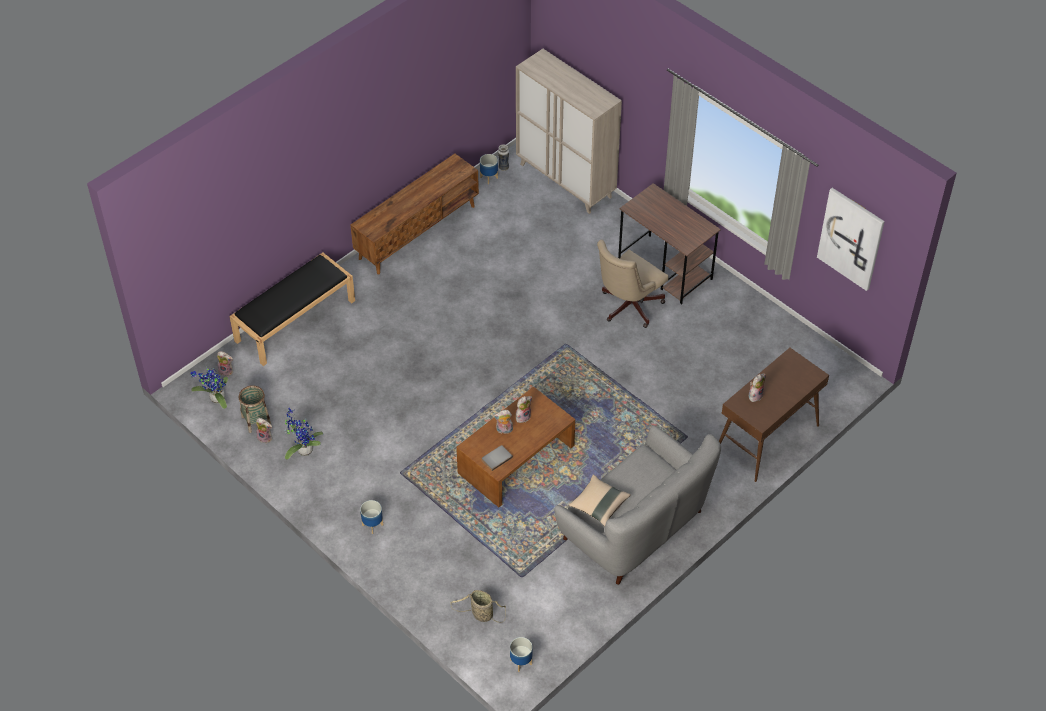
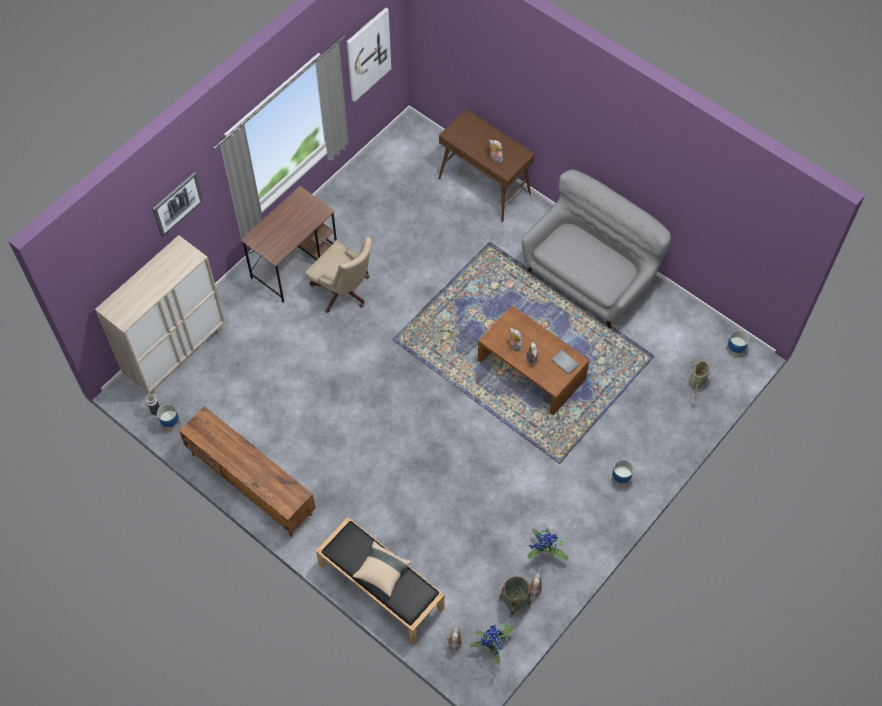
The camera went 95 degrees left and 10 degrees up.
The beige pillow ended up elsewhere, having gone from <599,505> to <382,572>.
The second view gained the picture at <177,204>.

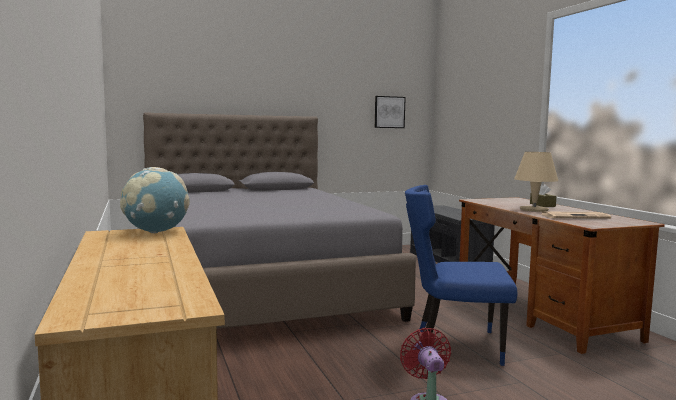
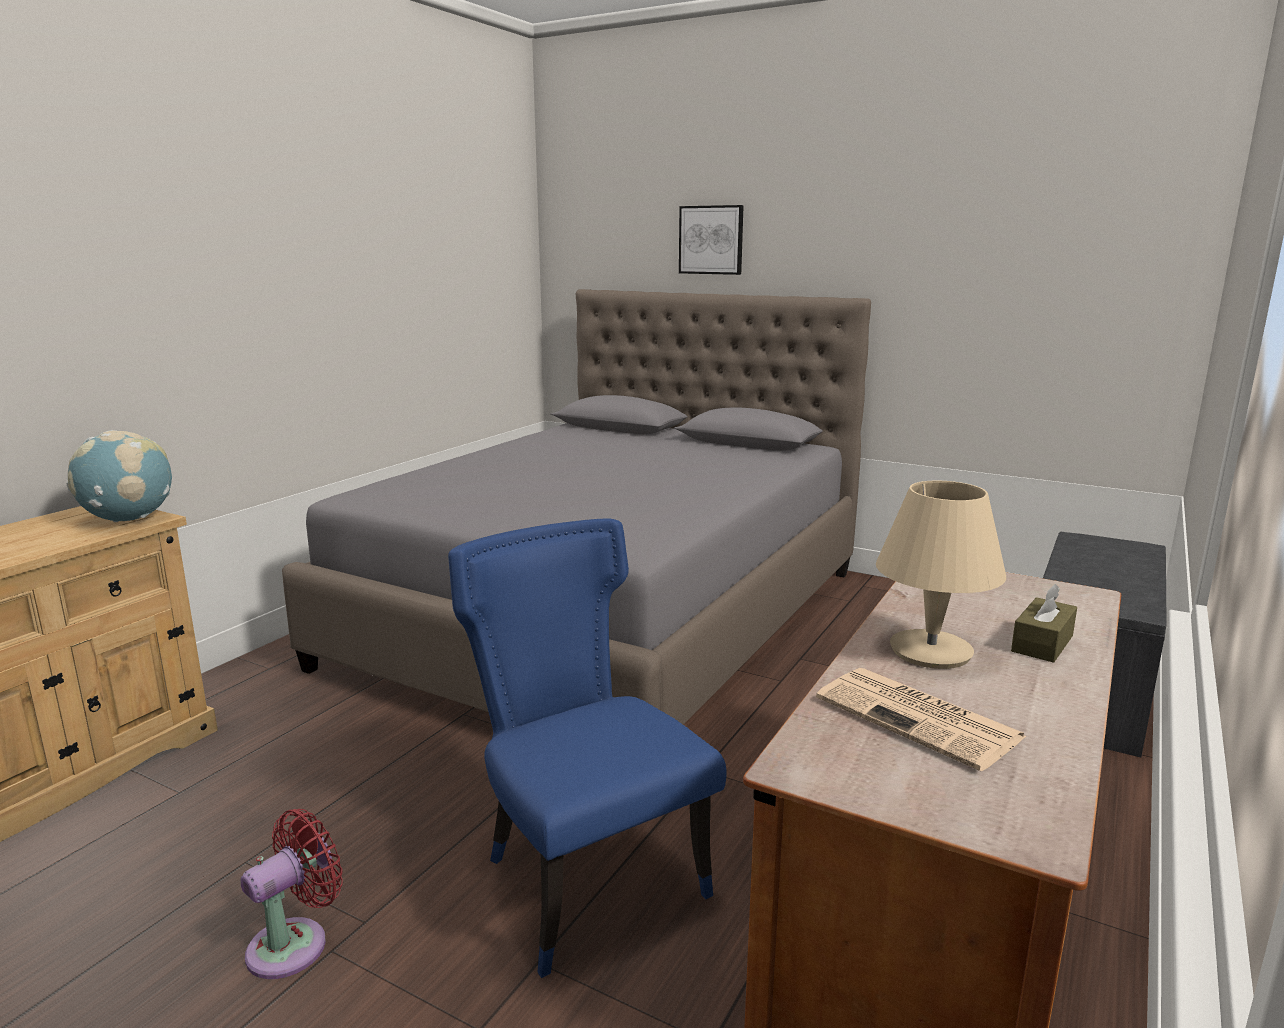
The camera went 50 degrees right and 10 degrees up.
The picture ended up elsewhere, having gone from <389,112> to <711,240>.

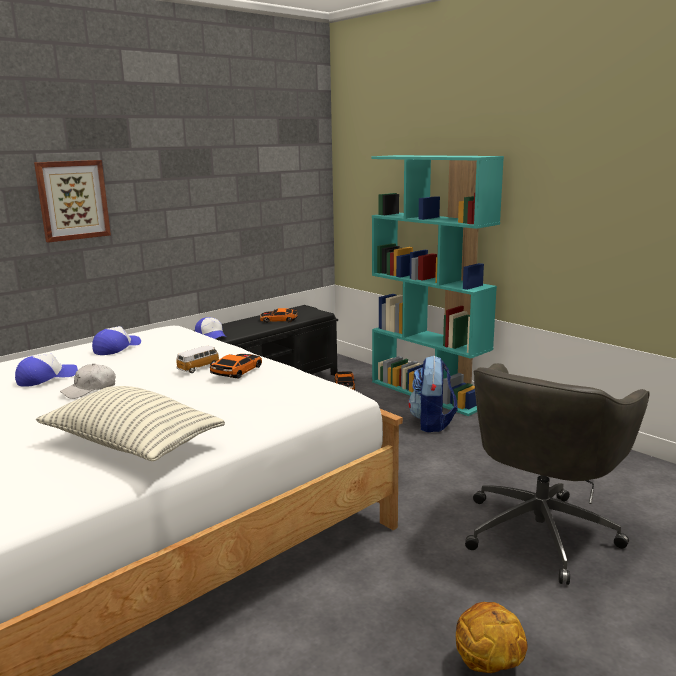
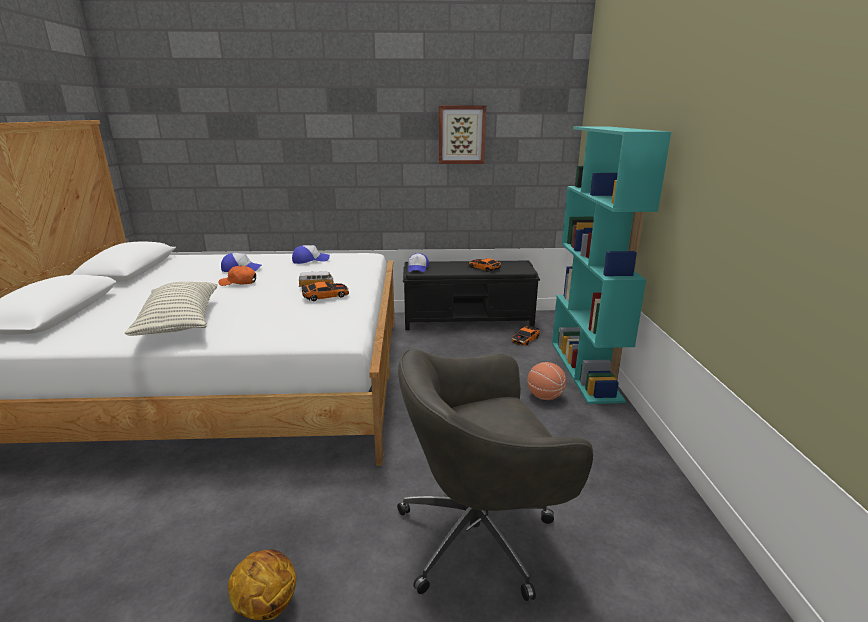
The camera went 40 degrees right and 5 degrees up.
The picture ended up elsewhere, having gone from <72,200> to <461,135>.
What was the white cap at <89,389> turned into the orange cap at <238,282>.
Where the backpack stood at <432,423>, the basketball came to stand at <545,396>.

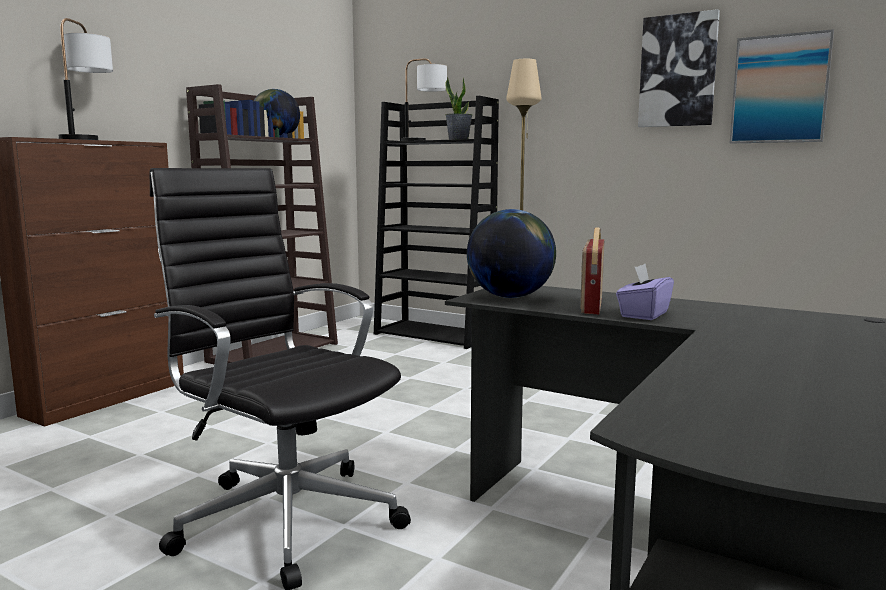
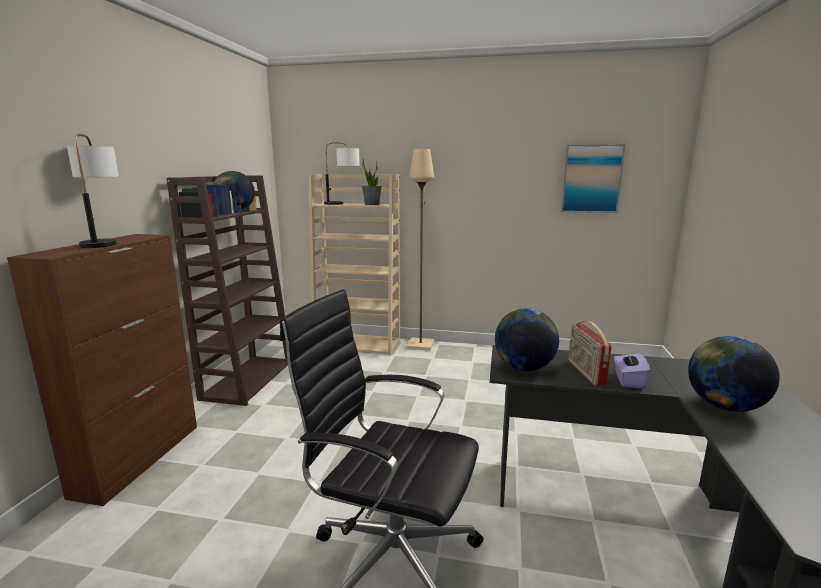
The camera went 20 degrees left and 5 degrees up.
What was the black bookcase at <435,335> turned into the beige bookcase at <358,344>.
The second view lost the picture at <678,71>.
The second view gained the globe at <724,406>.

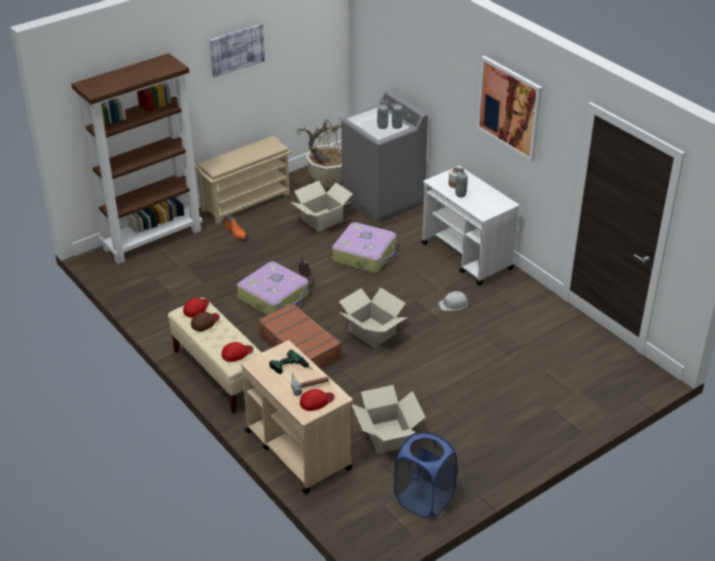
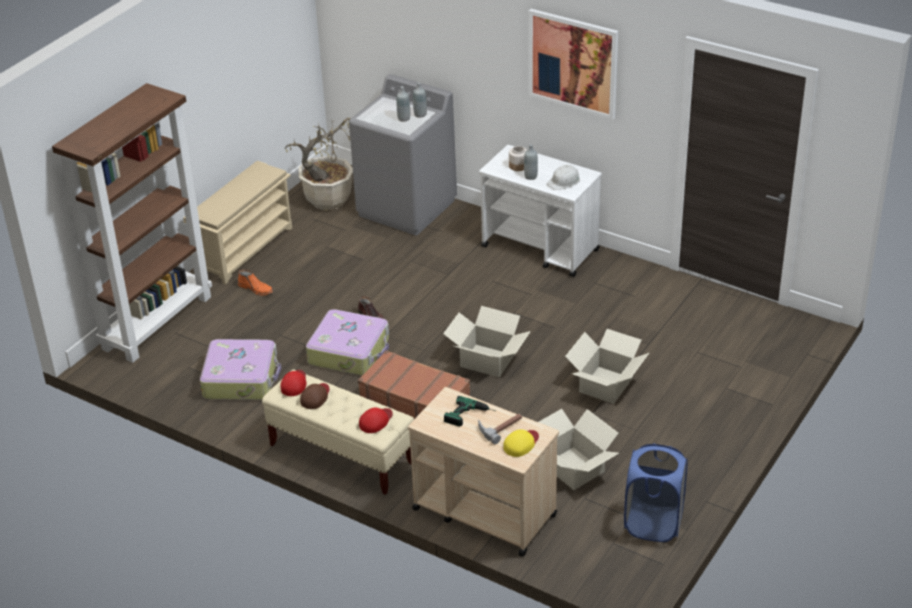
The camera went 20 degrees left and 0 degrees up.
The second view lost the picture at <237,50>.
The cardboard box ended up elsewhere, having gone from <322,220> to <606,385>.
What was the red cap at <316,401> turned into the yellow cap at <521,444>.
The suitcase ended up elsewhere, having gone from <365,255> to <241,378>.
The white hard hat ended up elsewhere, having gone from <454,304> to <564,181>.

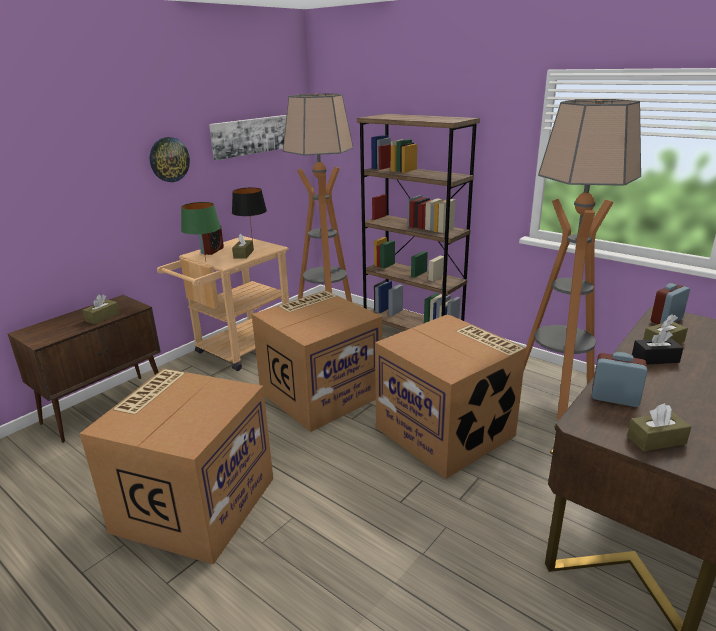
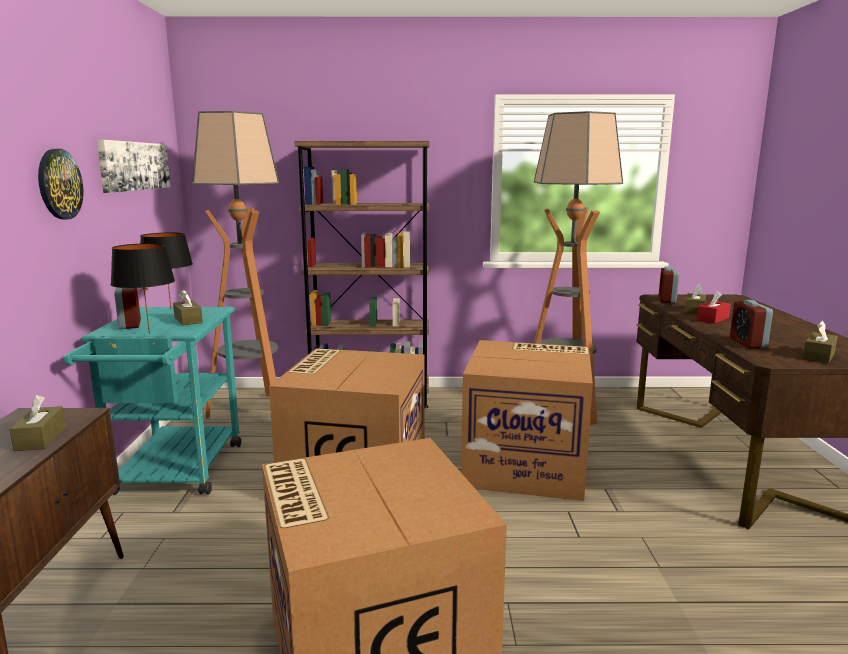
The camera went 40 degrees left and 10 degrees down.
What was the beige cart at <238,351> turned into the turquoise cart at <174,474>.
What was the green table lamp at <205,262> turned into the black table lamp at <149,334>.
The alarm clock at <614,398> ended up facing another way, 75 degrees counterclockwise from before.
What was the black tissue box at <655,358> turned into the red tissue box at <712,319>.

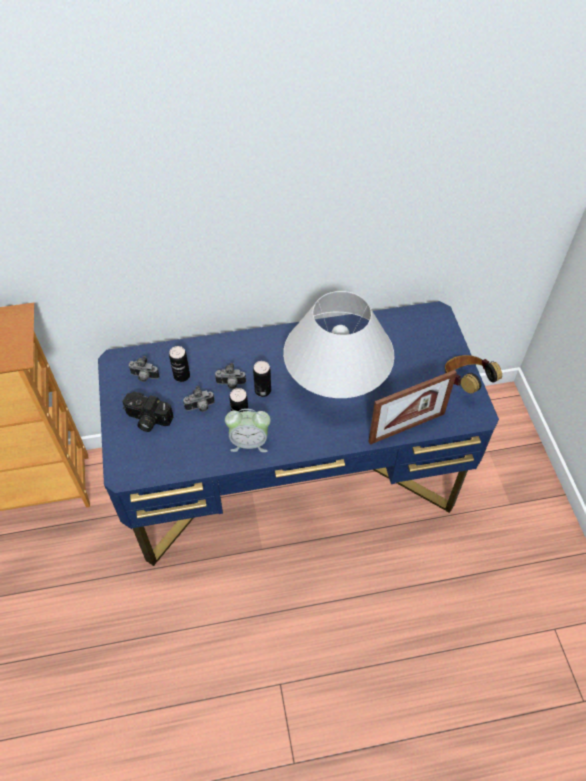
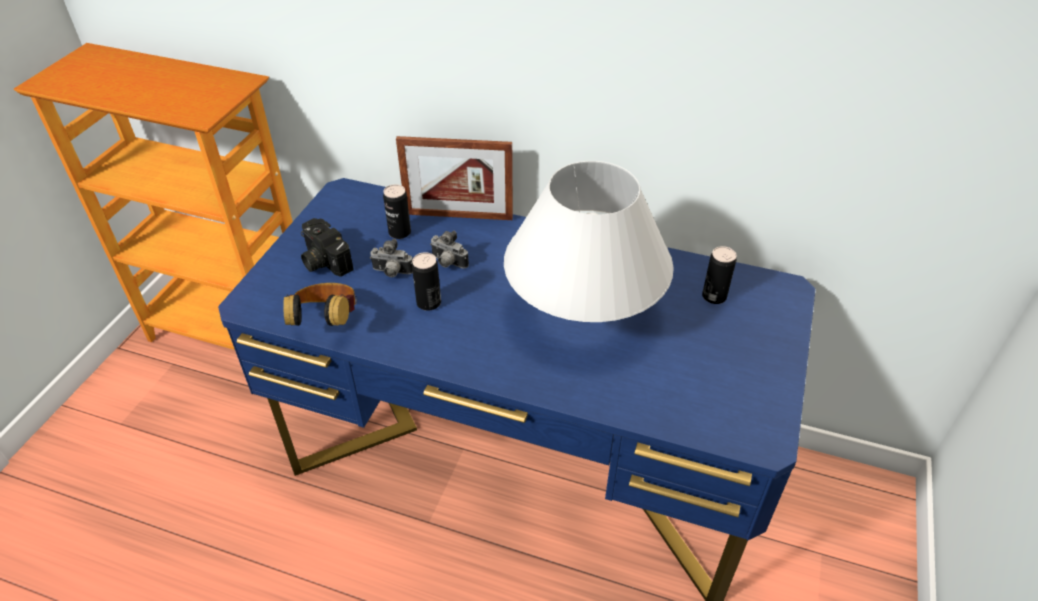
The camera went 30 degrees right and 10 degrees down.
The second view lost the photo camera at <144,377>.
The second view lost the alarm clock at <249,442>.
The can ended up elsewhere, having gone from <262,390> to <714,296>.
The picture frame ended up elsewhere, having gone from <406,427> to <458,216>.
The headphones ended up elsewhere, having gone from <466,382> to <326,322>.

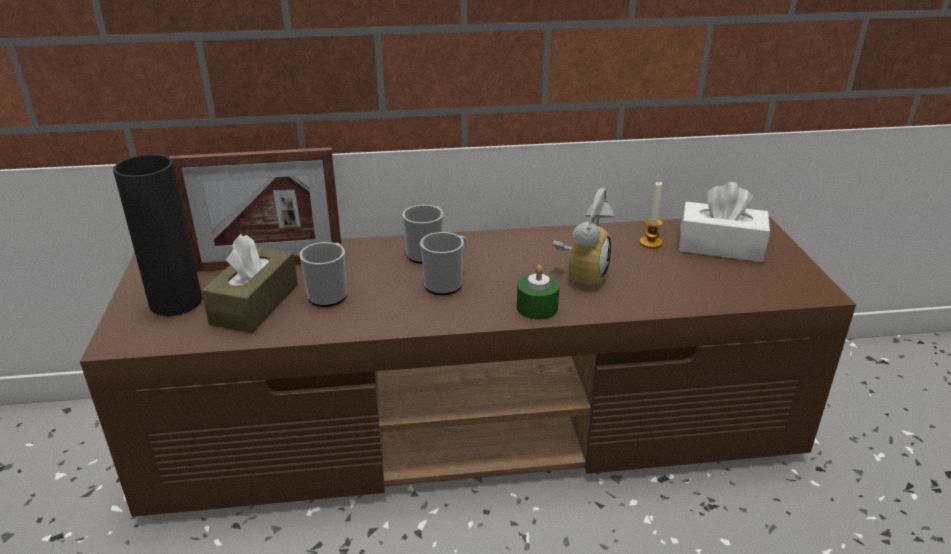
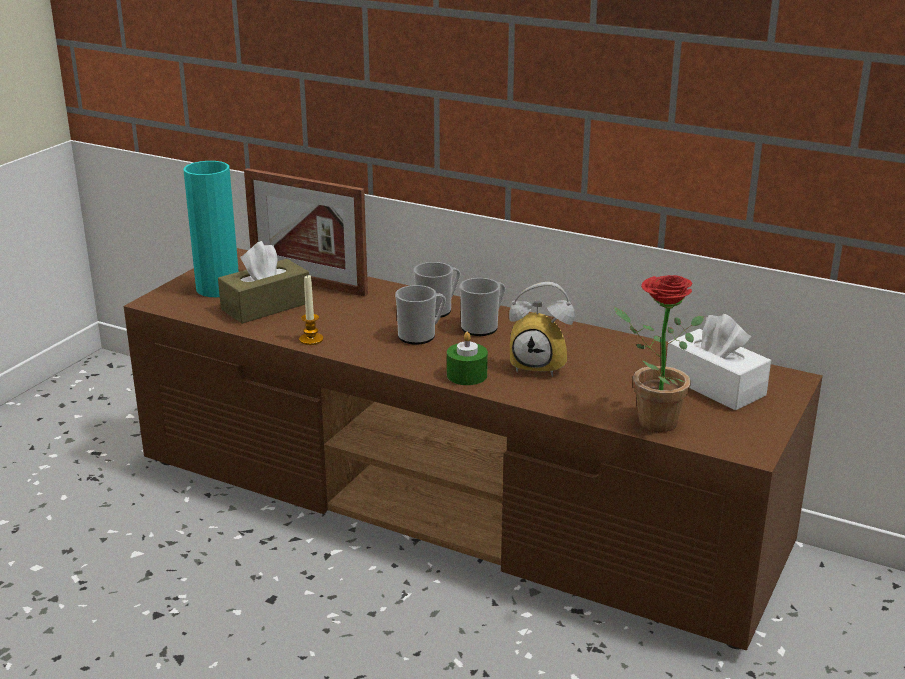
The camera went 35 degrees right and 5 degrees down.
What was the black vase at <176,302> turned into the turquoise vase at <218,288>.
The mug ended up elsewhere, having gone from <330,294> to <483,327>.
The alarm clock at <580,275> ended up facing another way, 45 degrees clockwise from before.
The candle ended up elsewhere, having gone from <650,243> to <311,339>.
The second view gained the potted plant at <649,420>.

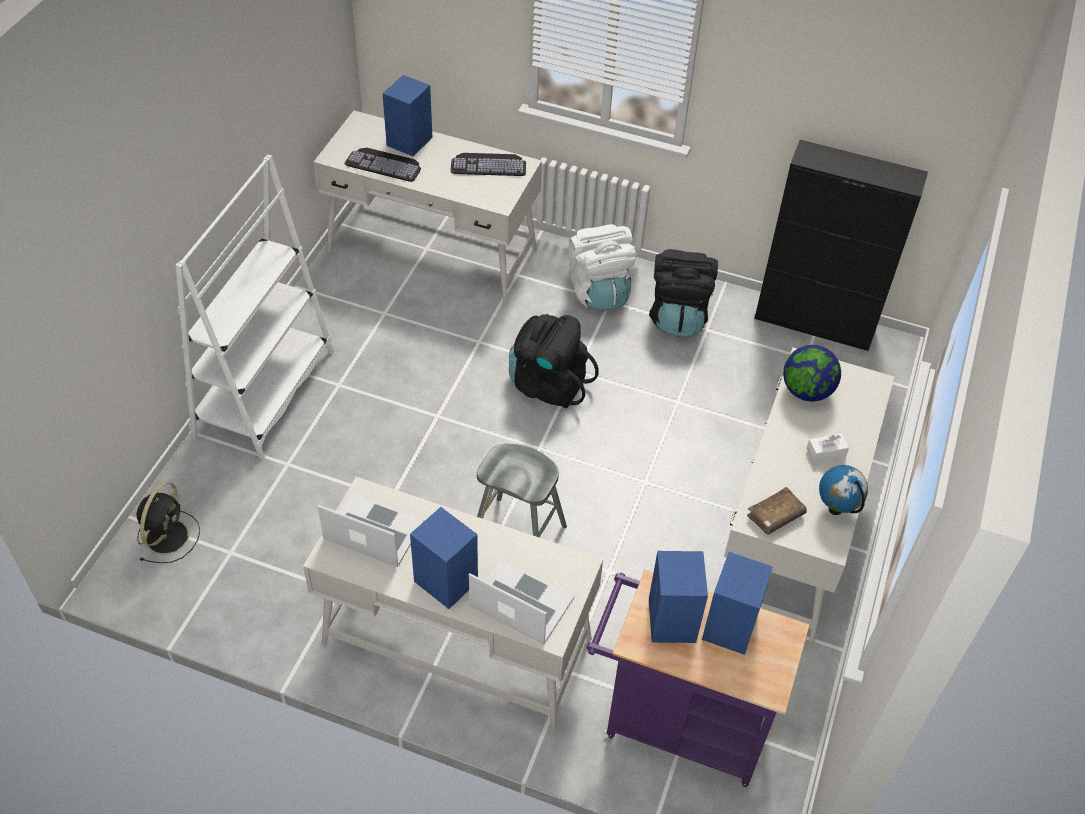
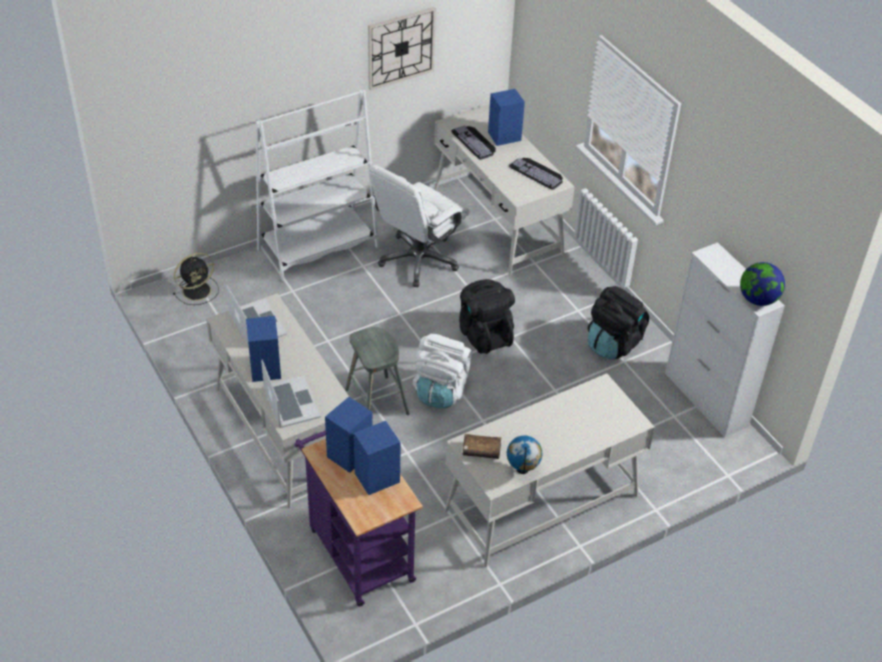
The camera went 40 degrees right and 5 degrees down.
The white backpack ended up elsewhere, having gone from <599,291> to <441,390>.
What was the black cabinet at <815,323> turned into the white cabinet at <706,400>.
The globe ended up elsewhere, having gone from <806,391> to <758,299>.
The second view lost the white tissue box at <826,452>.
The second view gained the wall clock at <401,48>.
The second view gained the white office chair at <418,260>.

